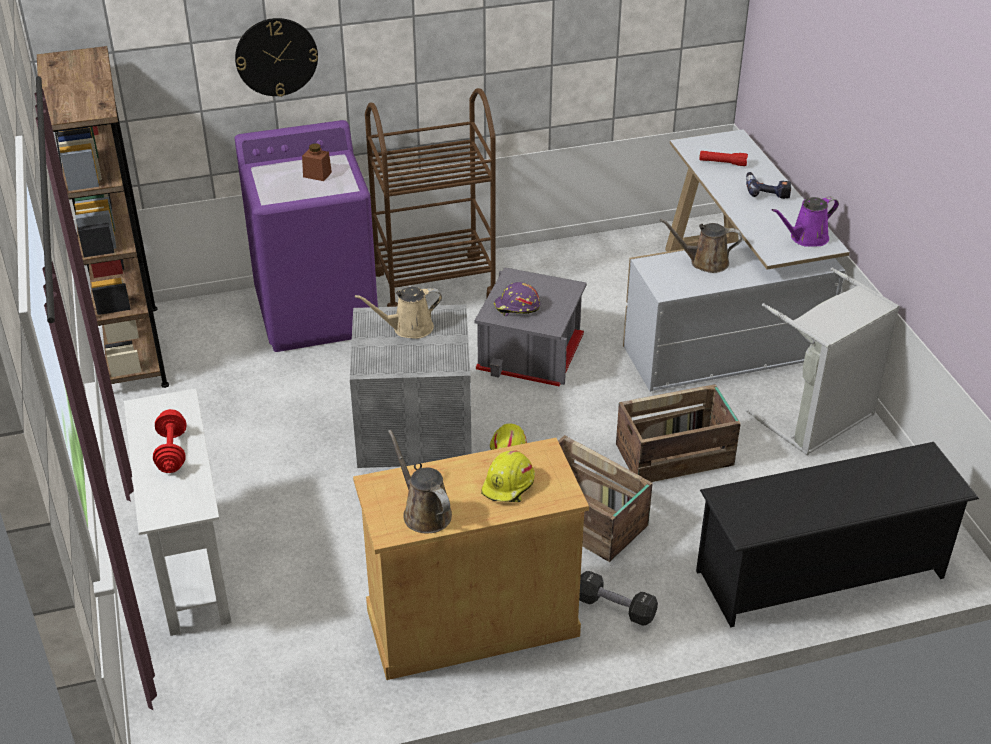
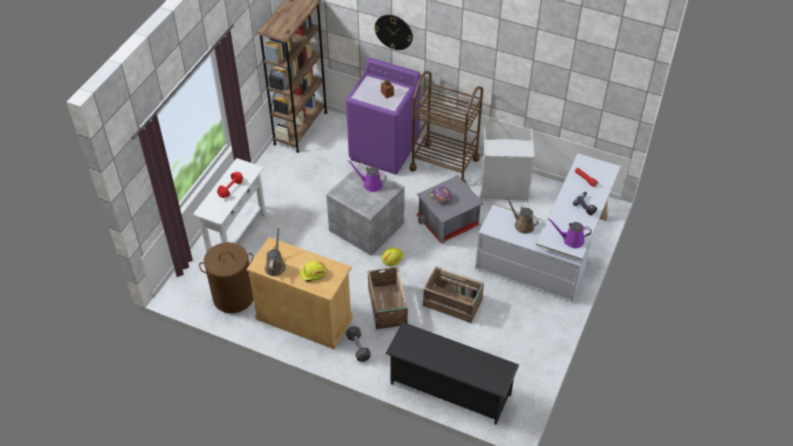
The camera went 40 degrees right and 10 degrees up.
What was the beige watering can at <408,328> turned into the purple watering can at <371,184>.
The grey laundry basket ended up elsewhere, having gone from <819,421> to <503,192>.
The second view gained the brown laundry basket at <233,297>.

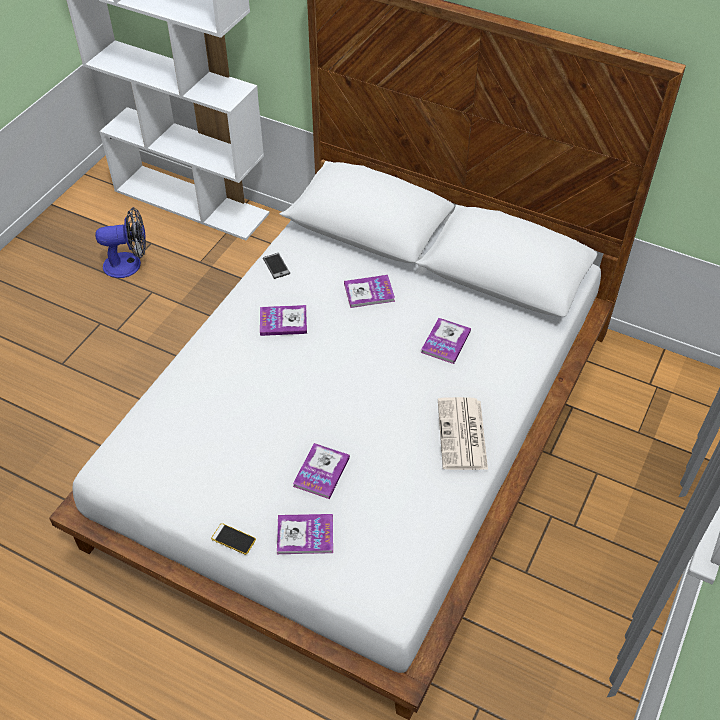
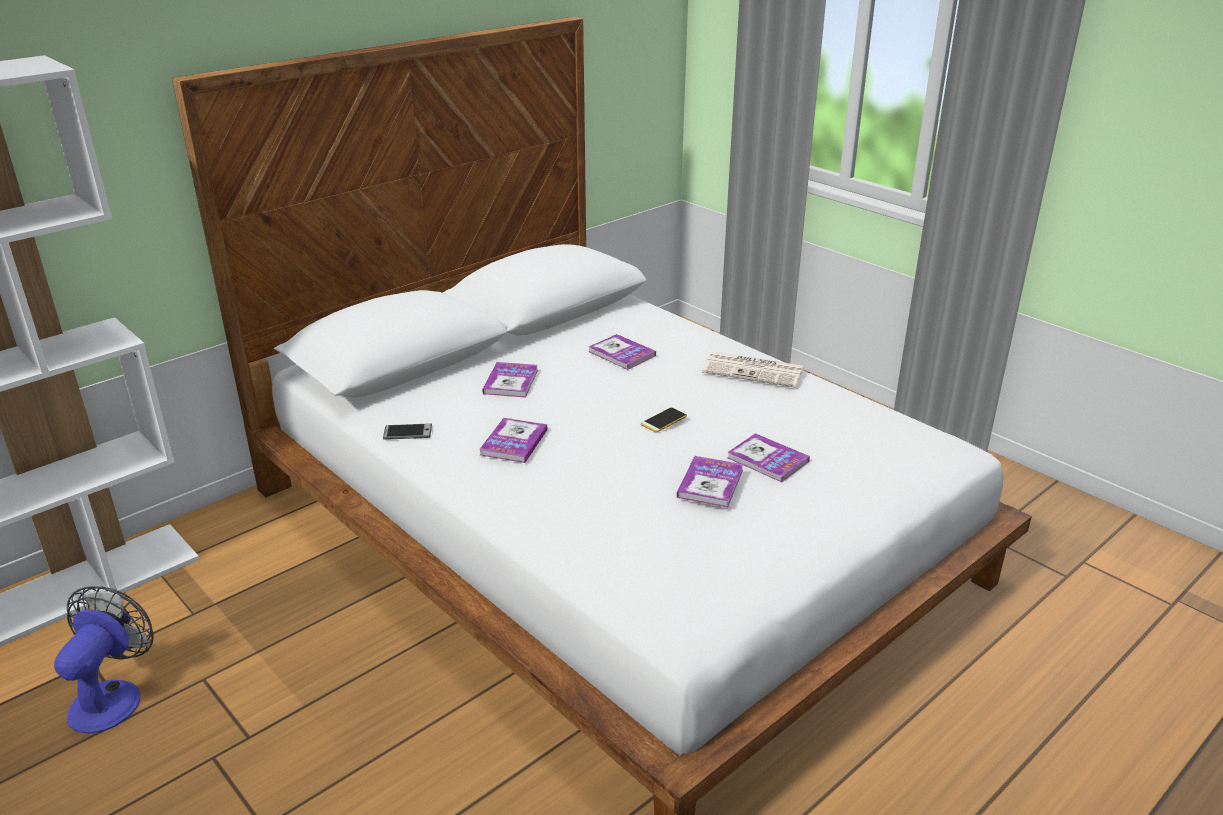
The camera went 70 degrees left and 20 degrees down.
The phone ended up elsewhere, having gone from <233,539> to <663,420>.
The book ended up elsewhere, having gone from <305,535> to <710,483>.

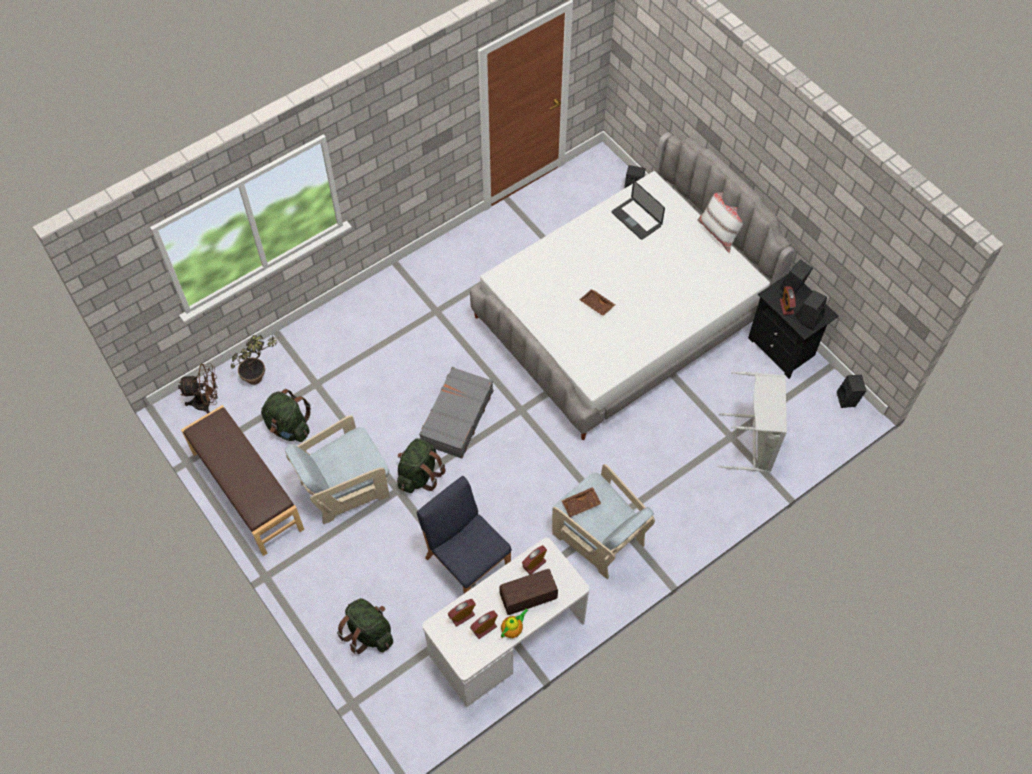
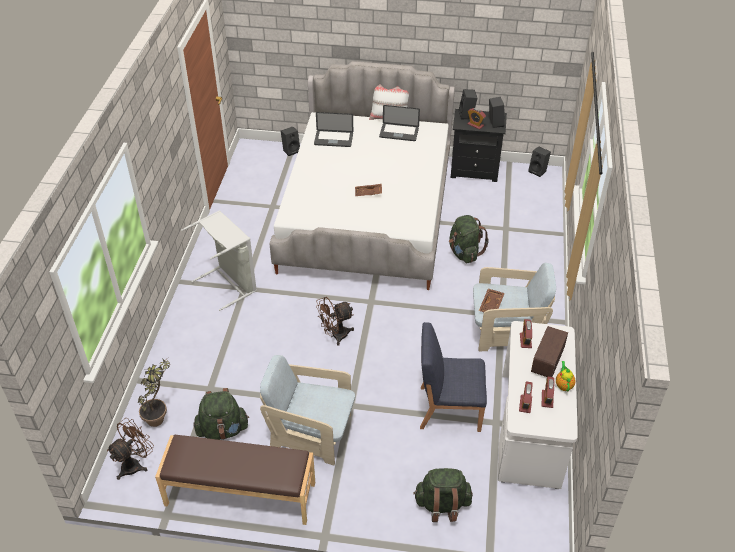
The camera went 45 degrees left and 15 degrees down.
The beige armchair at <345,487> ended up facing another way, 90 degrees clockwise from before.
The green backpack ended up elsewhere, having gone from <419,475> to <464,253>.
Where the grey suitcase stood at <456,417>, the brown fan came to stand at <335,335>.
The grey laundry basket ended up elsewhere, having gone from <752,443> to <229,283>.
The second view gained the laptop at <399,133>.

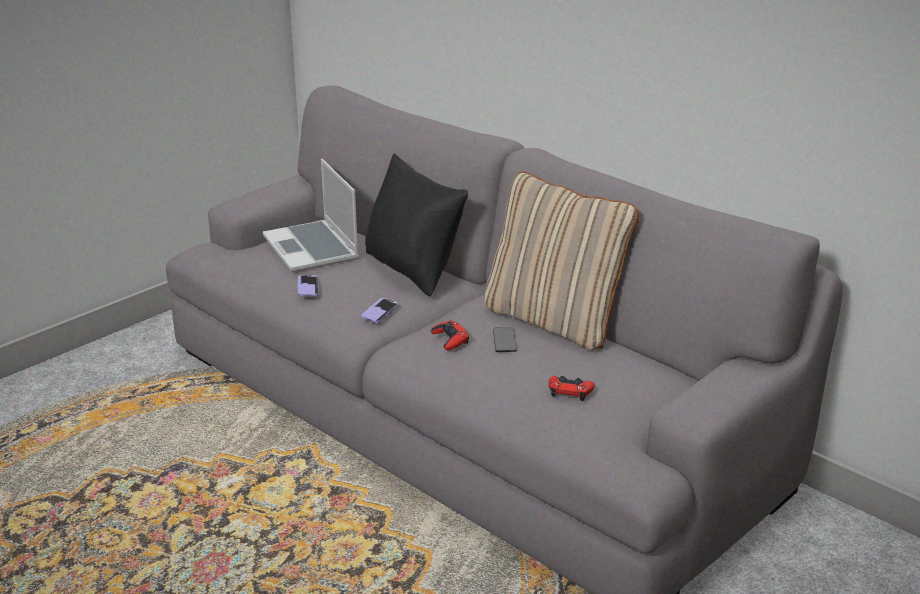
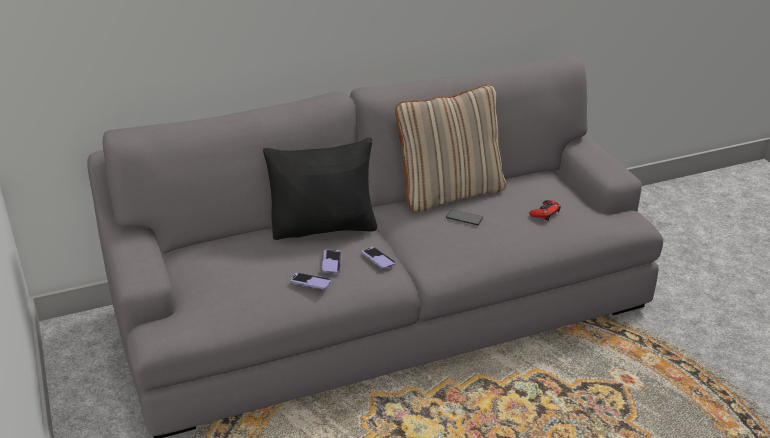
The camera went 65 degrees left and 5 degrees up.
The second view lost the laptop at <312,249>.
The second view lost the red game controller at <450,339>.
The second view gained the phone at <332,262>.

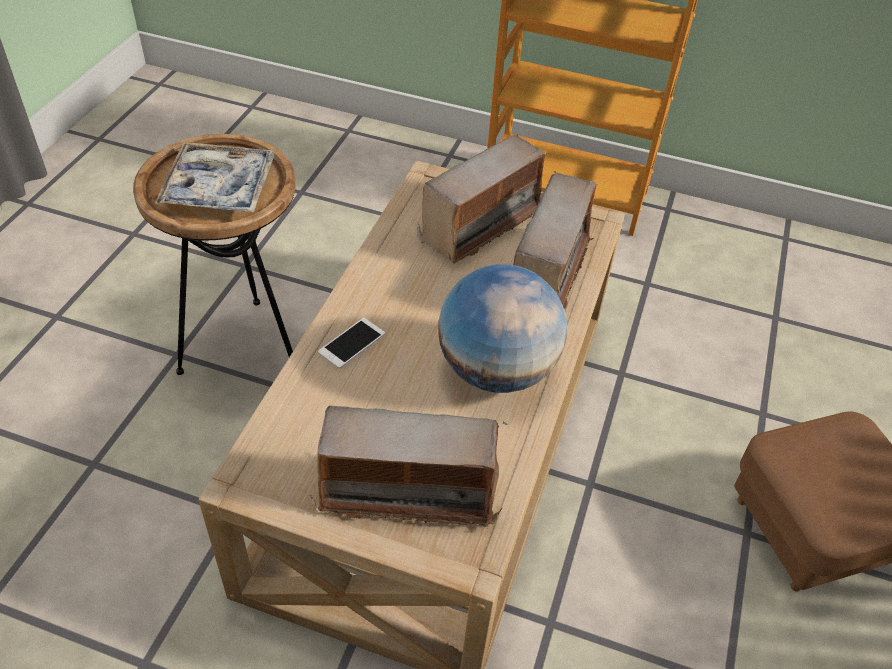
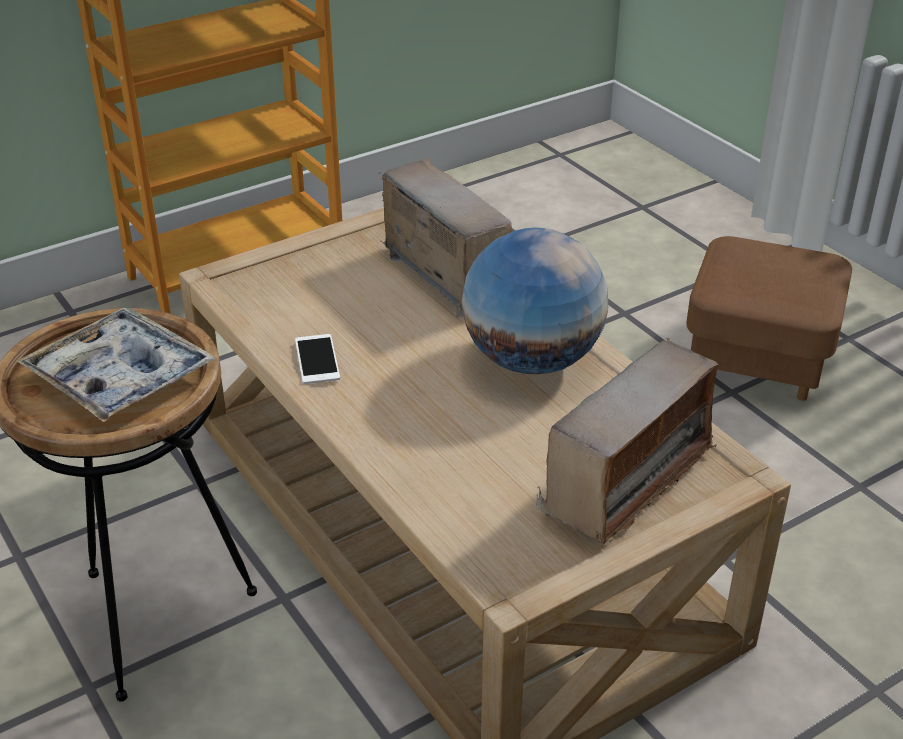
The camera went 50 degrees left and 10 degrees down.
The phone ended up elsewhere, having gone from <352,343> to <317,359>.
The second view lost the radio at <481,225>.

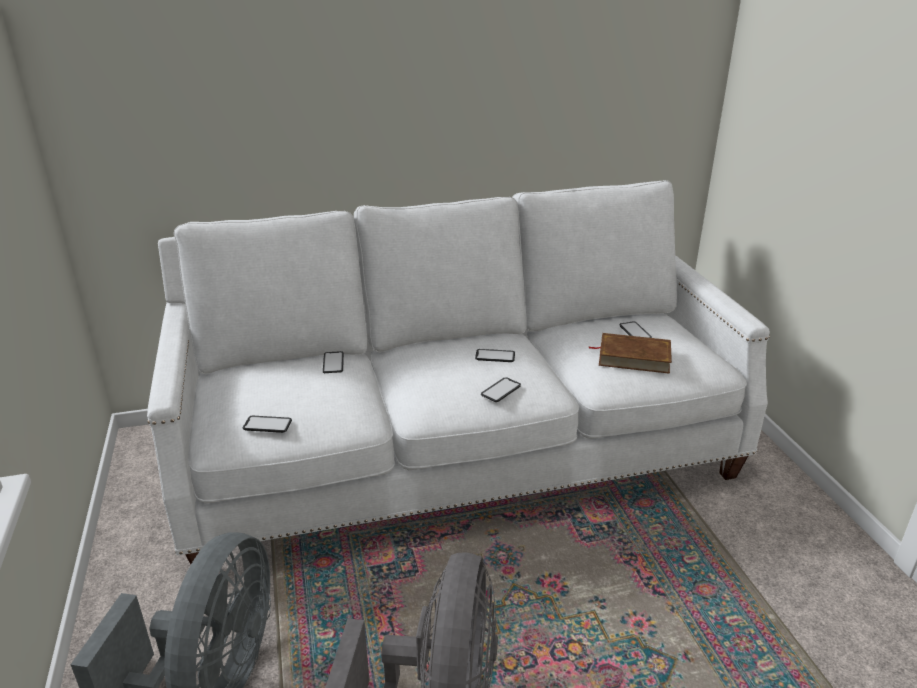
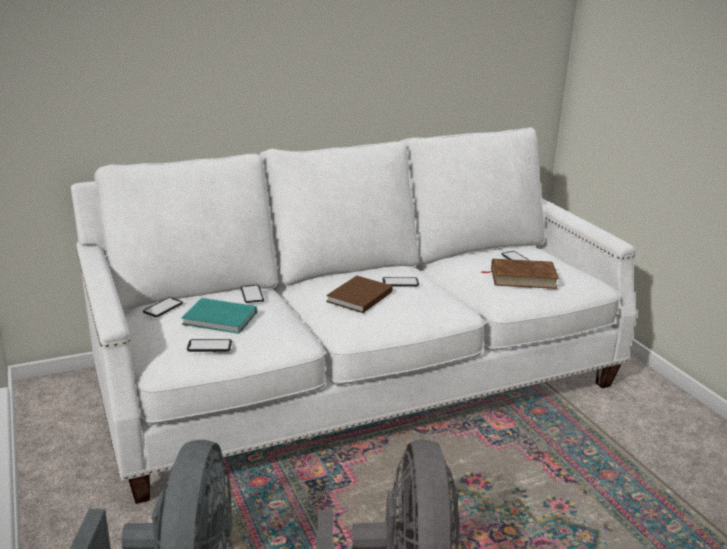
The camera went 10 degrees left and 5 degrees down.
The phone ended up elsewhere, having gone from <501,390> to <163,308>.
The second view gained the turquoise book at <221,319>.
The second view gained the brown book at <358,297>.

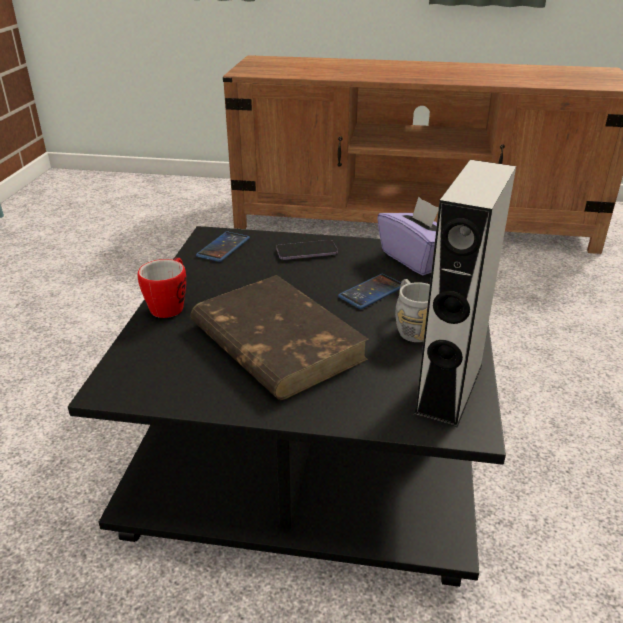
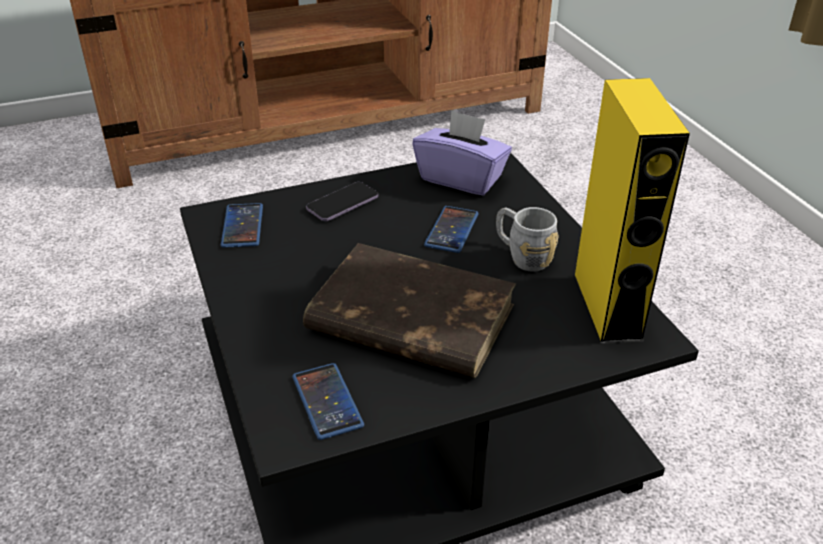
The camera went 30 degrees left and 5 degrees up.
The second view lost the mug at <170,305>.
What was the grey speaker at <449,388> turned into the yellow speaker at <607,306>.
The second view gained the phone at <327,401>.

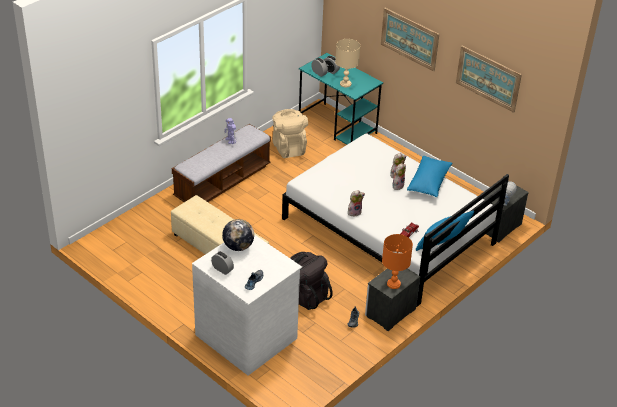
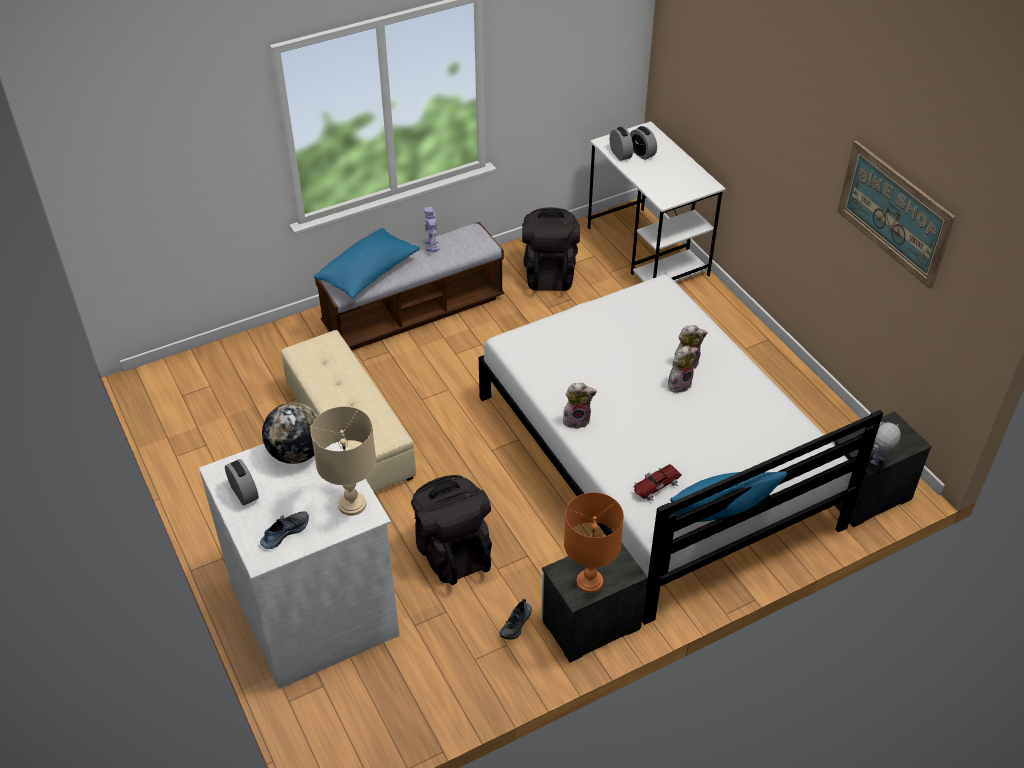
The camera went 20 degrees right and 5 degrees up.
What was the beige backpack at <289,147> turned into the black backpack at <549,273>.
What was the turquoise desk at <338,126> turned into the white desk at <648,251>.
The beige table lamp ended up elsewhere, having gone from <345,84> to <352,504>.
The second view lost the picture at <409,39>.
The blue pillow ended up elsewhere, having gone from <429,183> to <368,273>.

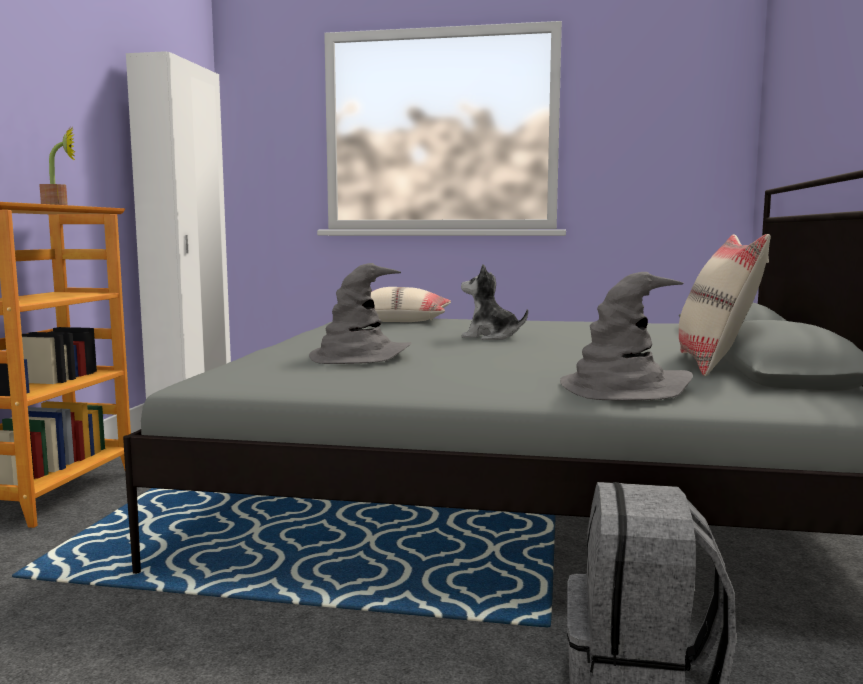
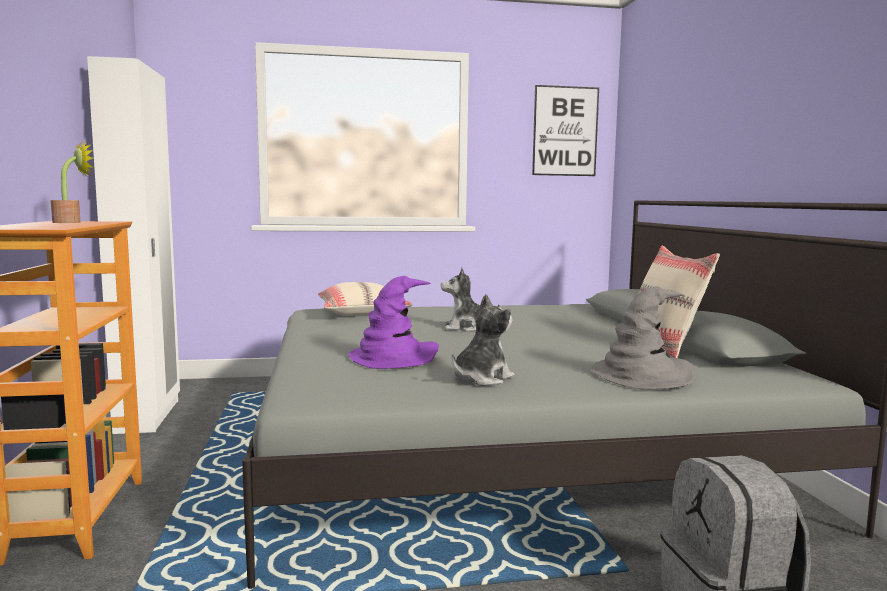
The camera went 20 degrees left and 0 degrees up.
What was the grey hat at <359,356> turned into the purple hat at <394,357>.
The second view gained the plush toy at <481,379>.
The second view gained the picture at <565,131>.

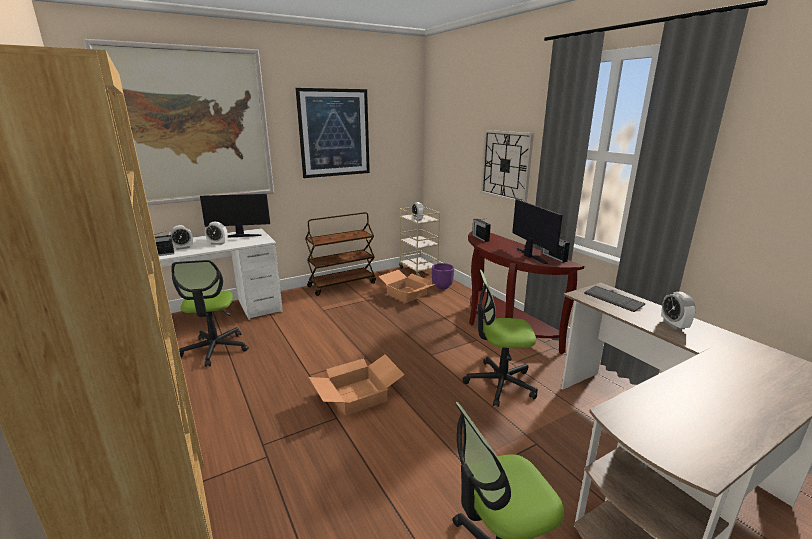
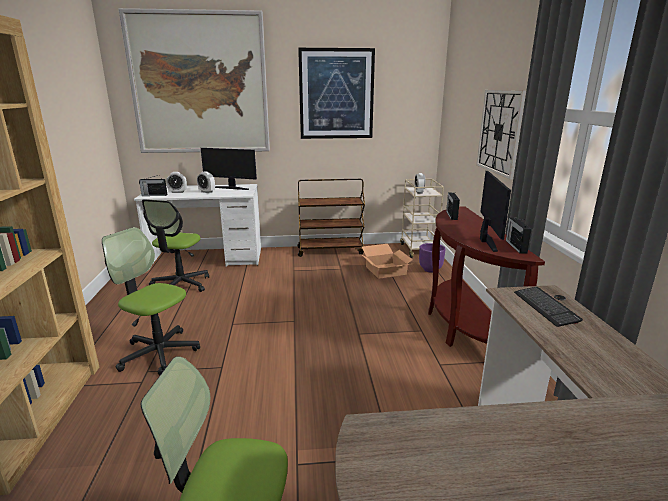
The camera went 25 degrees right and 0 degrees up.
The second view lost the cardboard box at <358,395>.
The office chair ended up elsewhere, having gone from <500,383> to <159,353>.
The second view lost the alarm clock at <674,325>.

